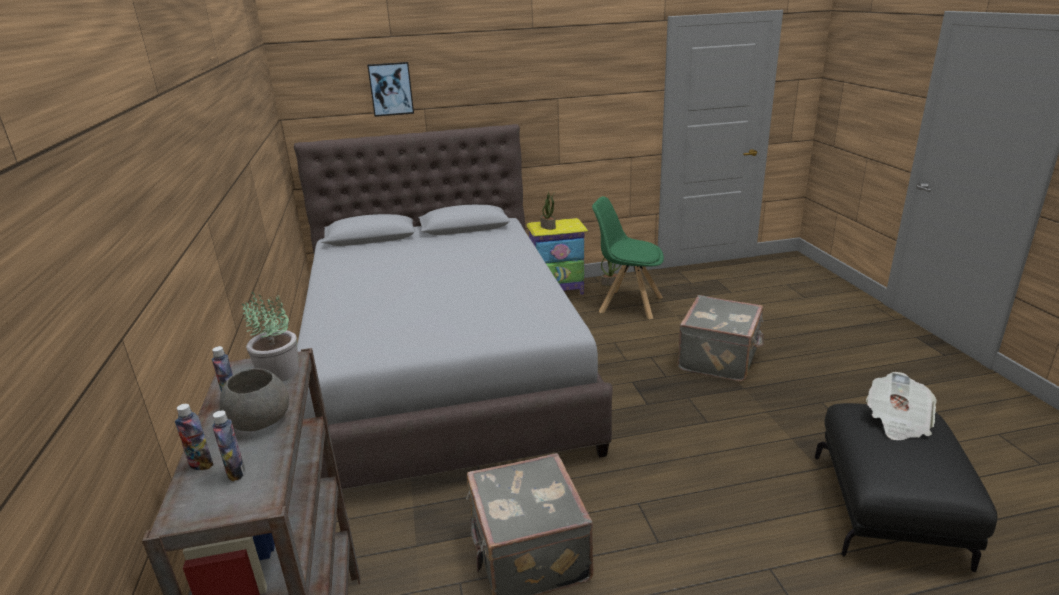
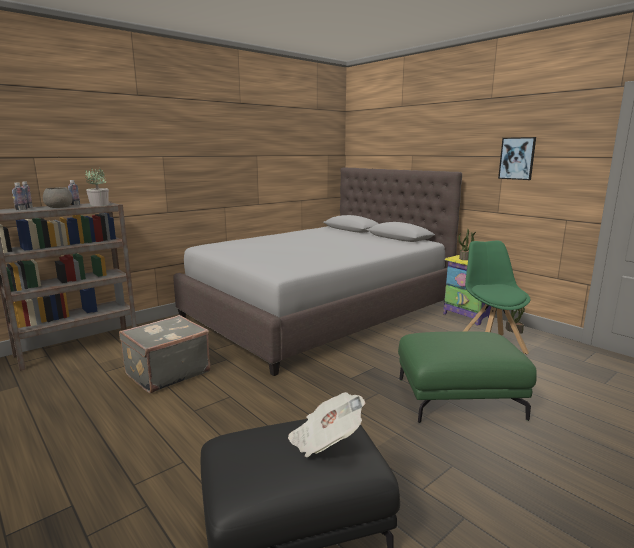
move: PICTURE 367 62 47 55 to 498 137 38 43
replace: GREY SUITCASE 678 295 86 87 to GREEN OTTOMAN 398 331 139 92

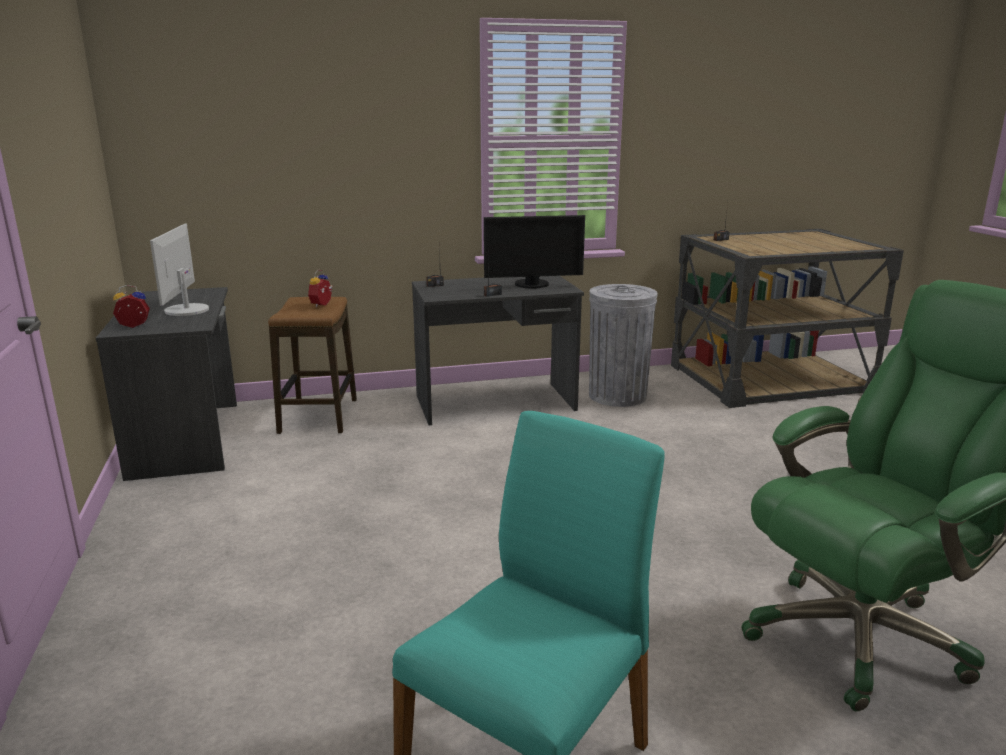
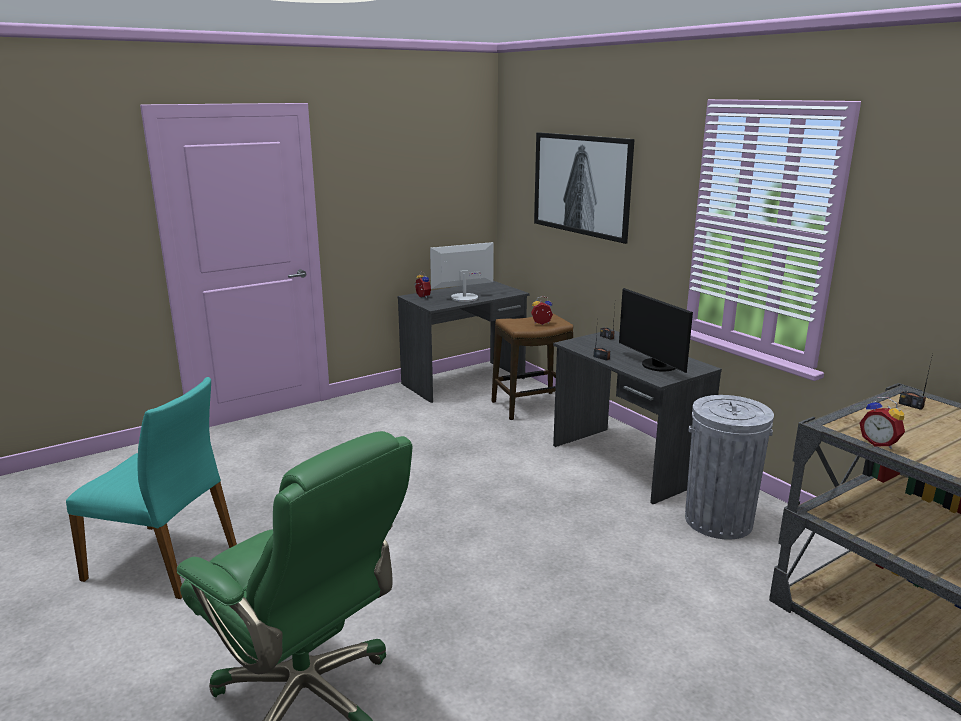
insert: PICTURE 534 132 100 112; ALARM CLOCK 860 397 45 52

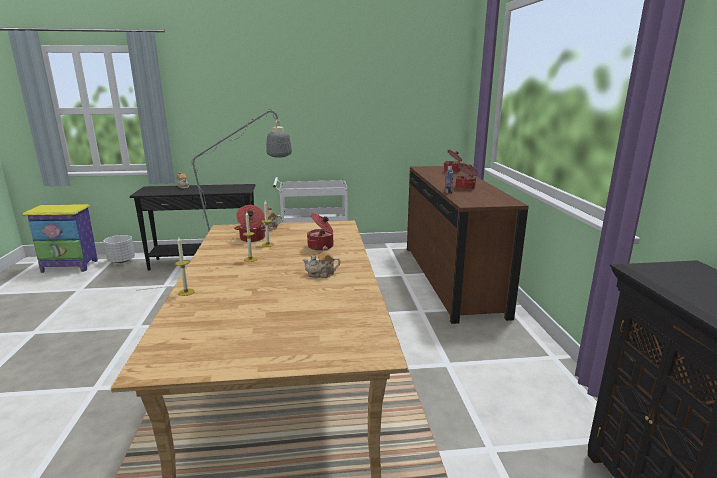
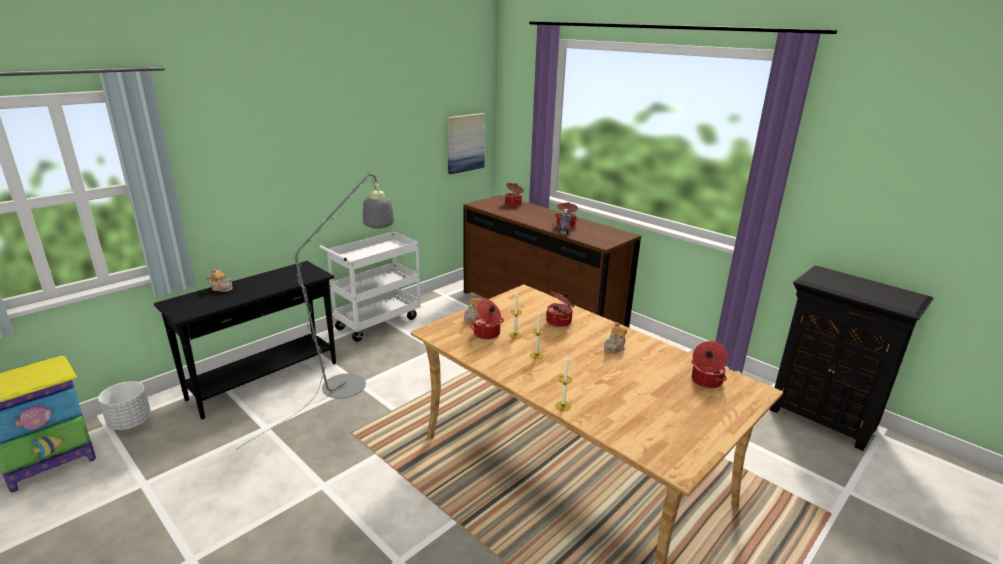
insert: PICTURE 447 113 38 61; COOKING POT 691 341 37 47

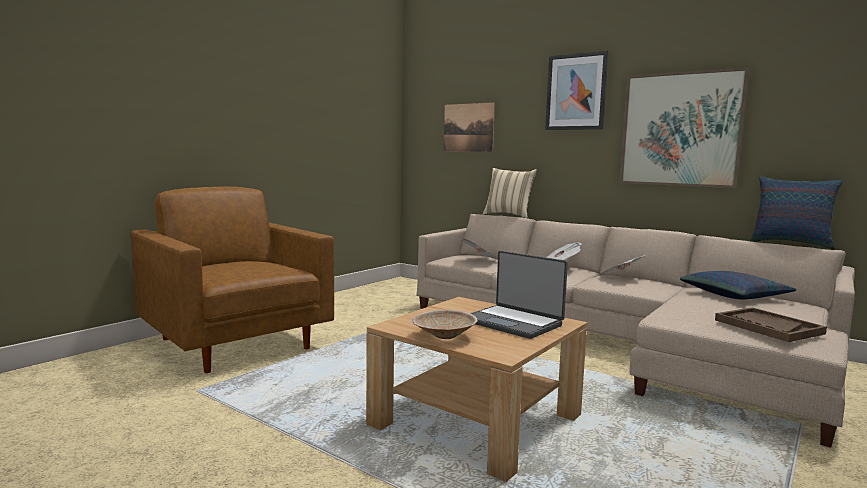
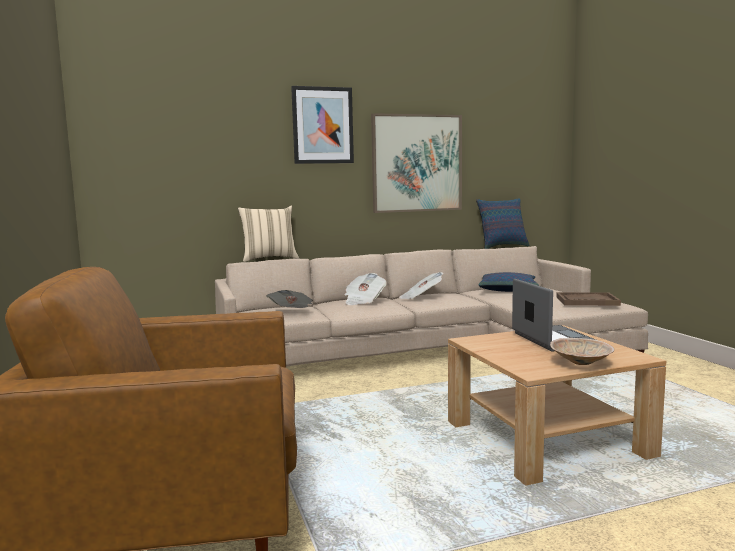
delete: PICTURE 444 102 51 50
rotate: LAPTOP 470 251 98 88 = 512 279 84 73 90 degrees counterclockwise

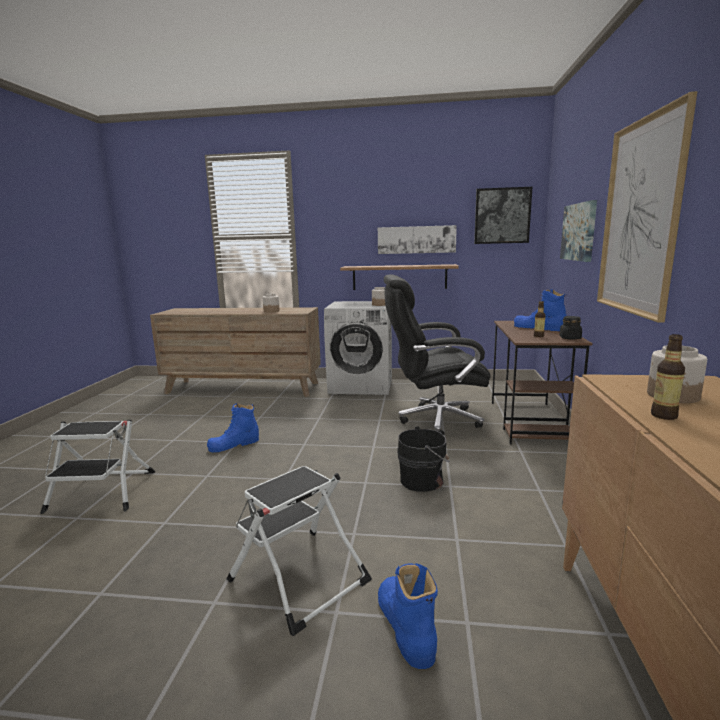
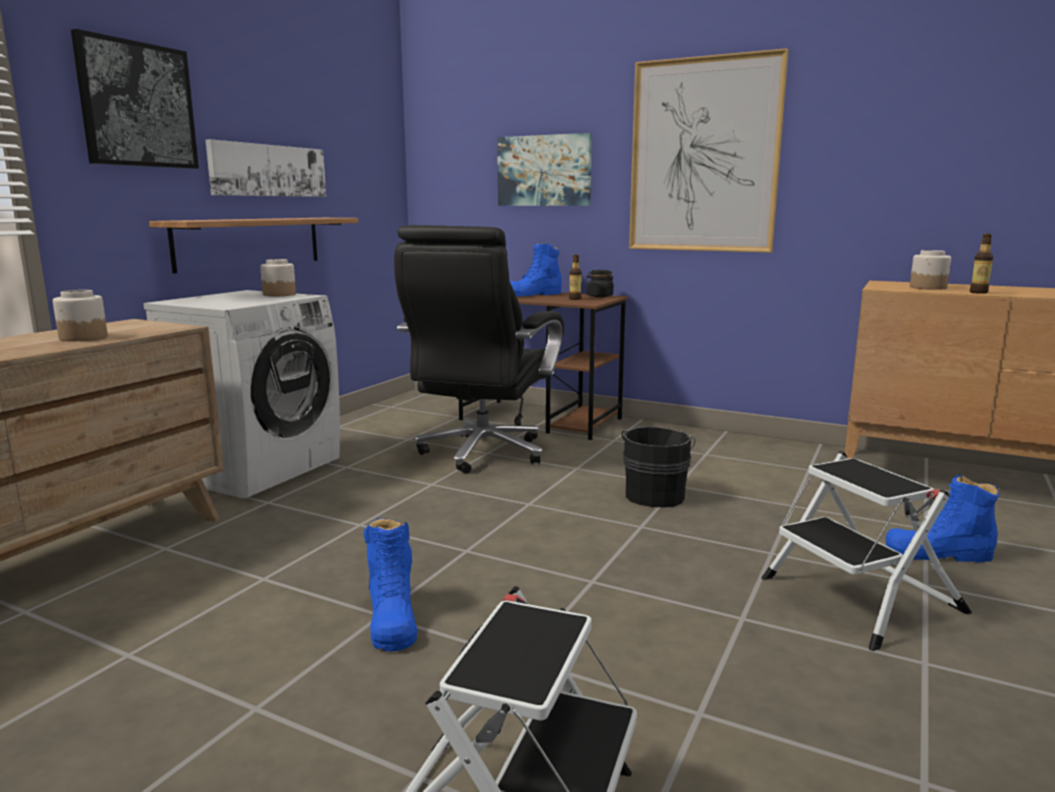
move: PICTURE 474 187 58 57 to 71 29 128 140

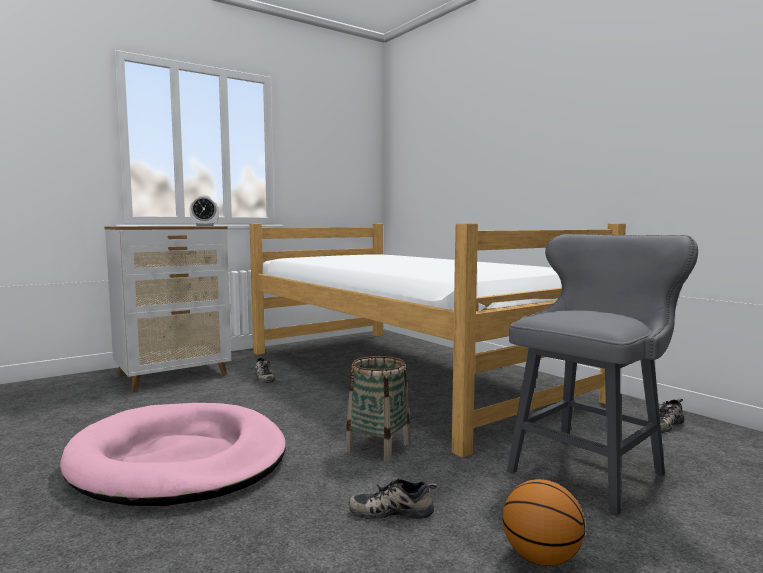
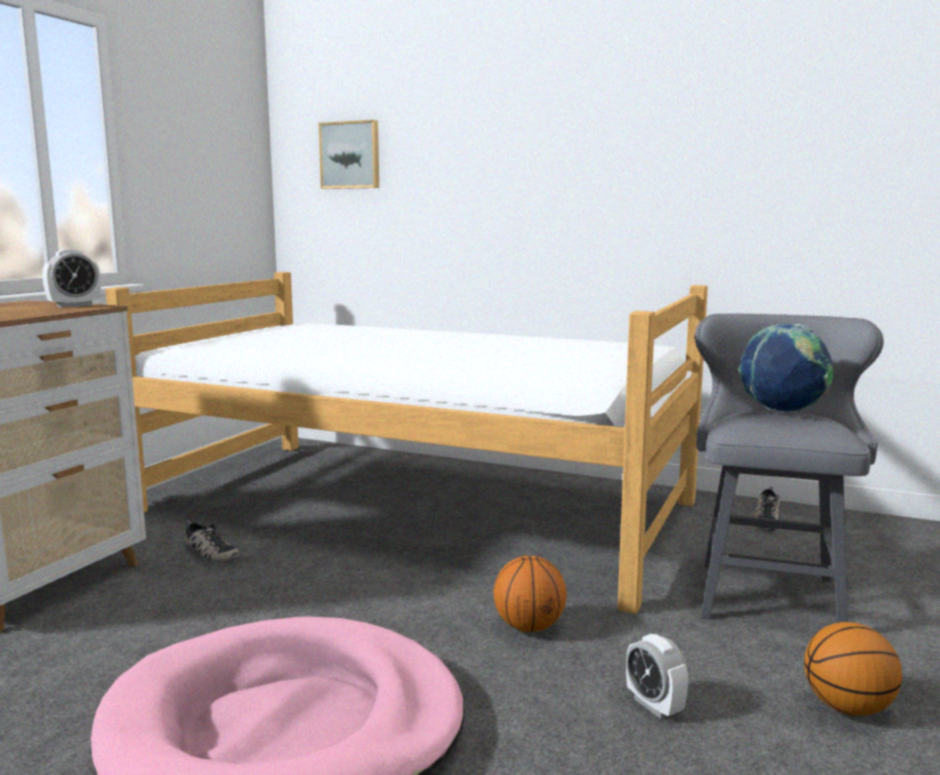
insert: PICTURE 318 120 61 69; GLOBE 738 324 95 89
replace: BASKET 345 356 66 106 to BASKETBALL 493 556 74 76; SHOE 349 479 88 40 to ALARM CLOCK 626 634 62 85

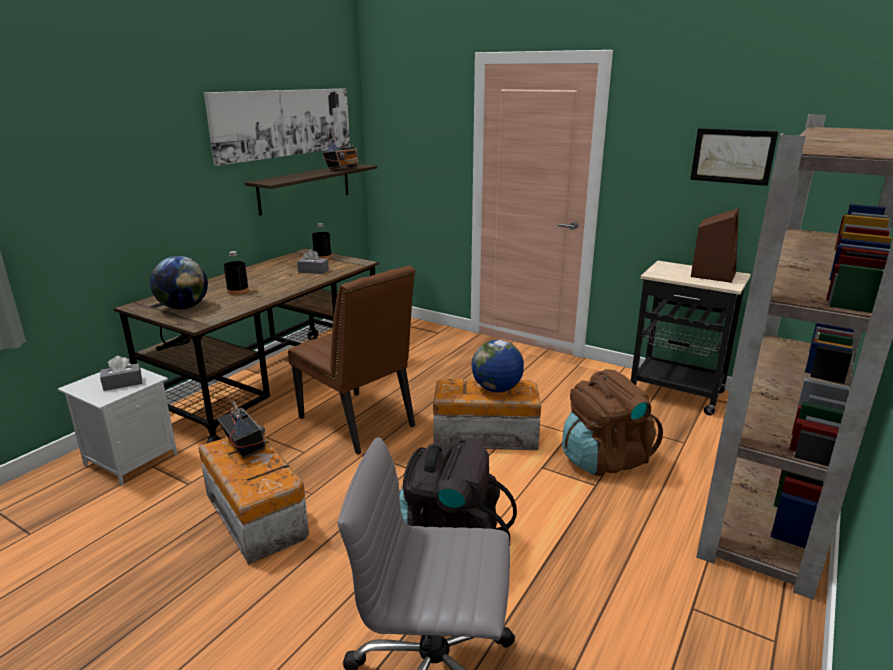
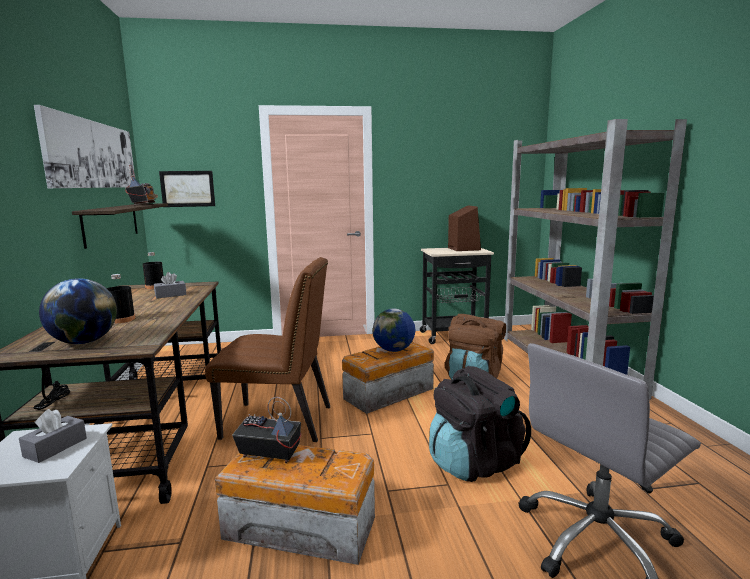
move: PICTURE 690 128 88 58 to 159 171 56 36

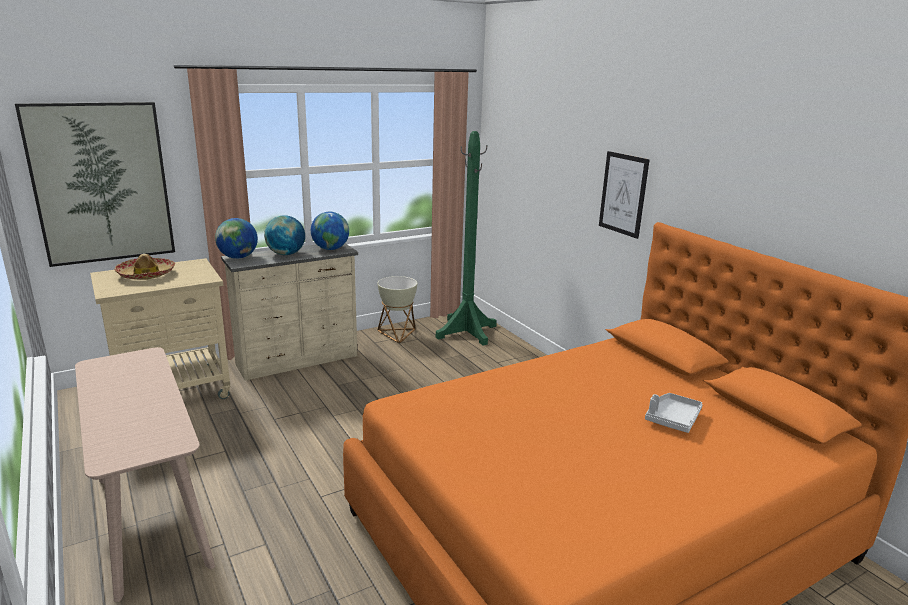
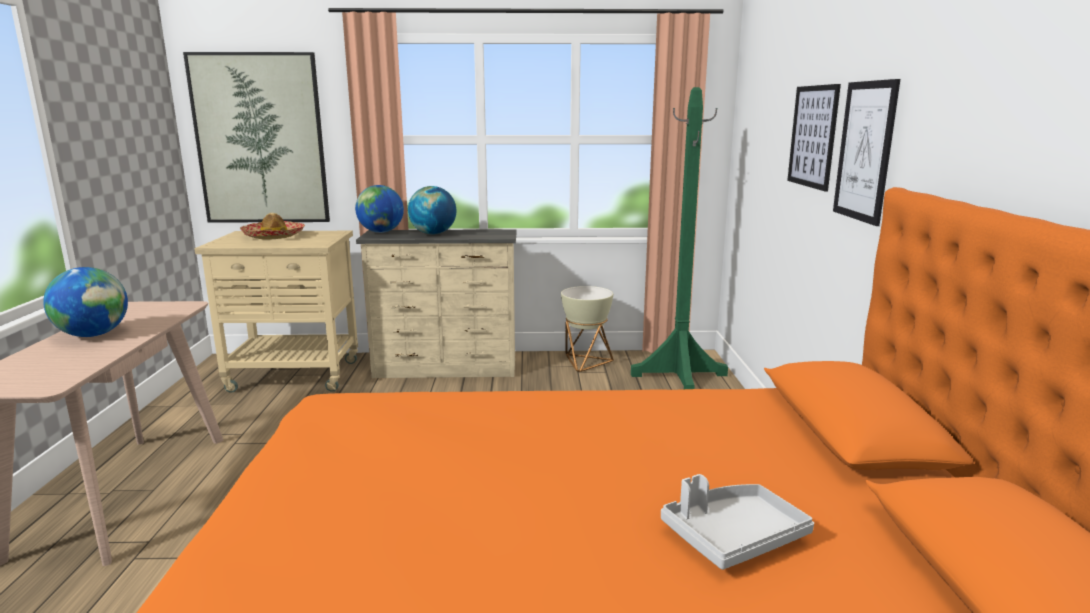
insert: PICTURE 787 84 54 108
move: GLOBE 311 212 38 38 to 43 267 85 70

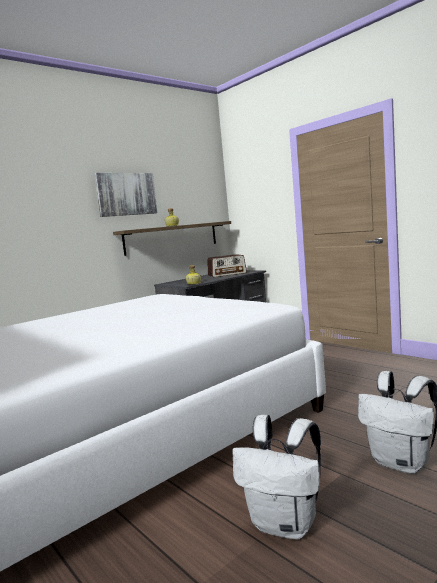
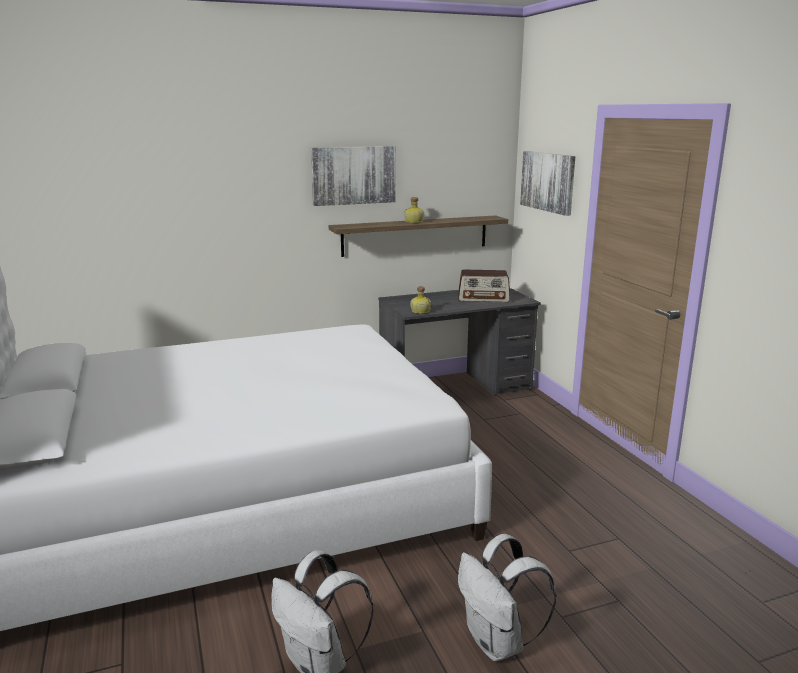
insert: PICTURE 520 151 55 65

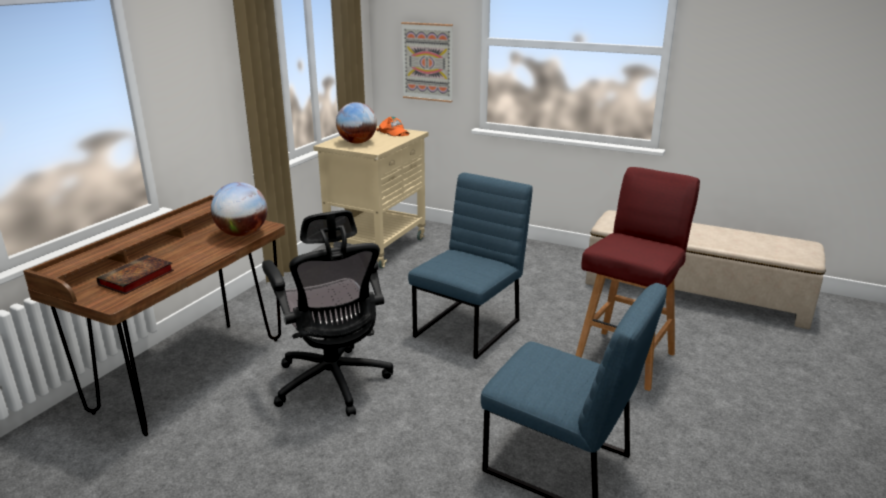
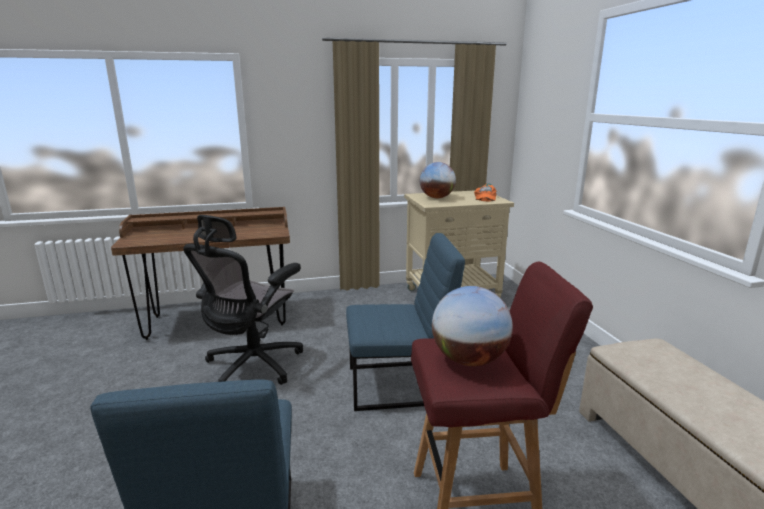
delete: BOOK 97 255 77 39; PICTURE 401 22 52 81
move: GLOBE 211 182 56 54 to 432 286 81 80

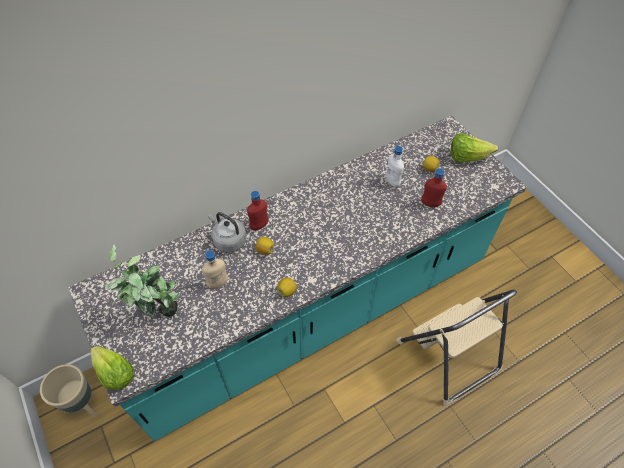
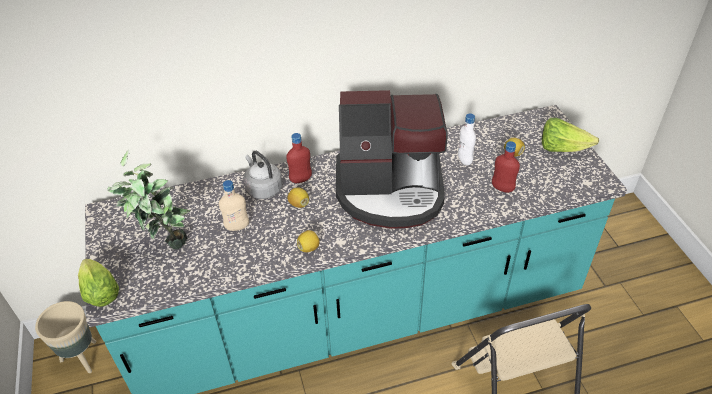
insert: COFFEE MACHINE 336 90 111 139

